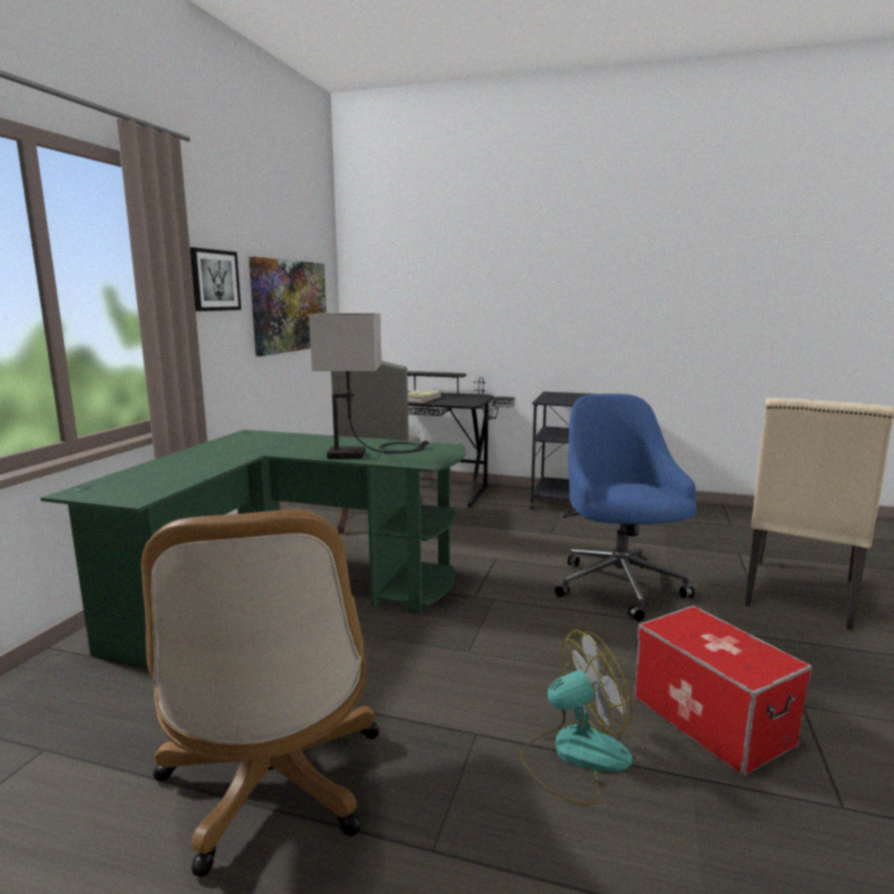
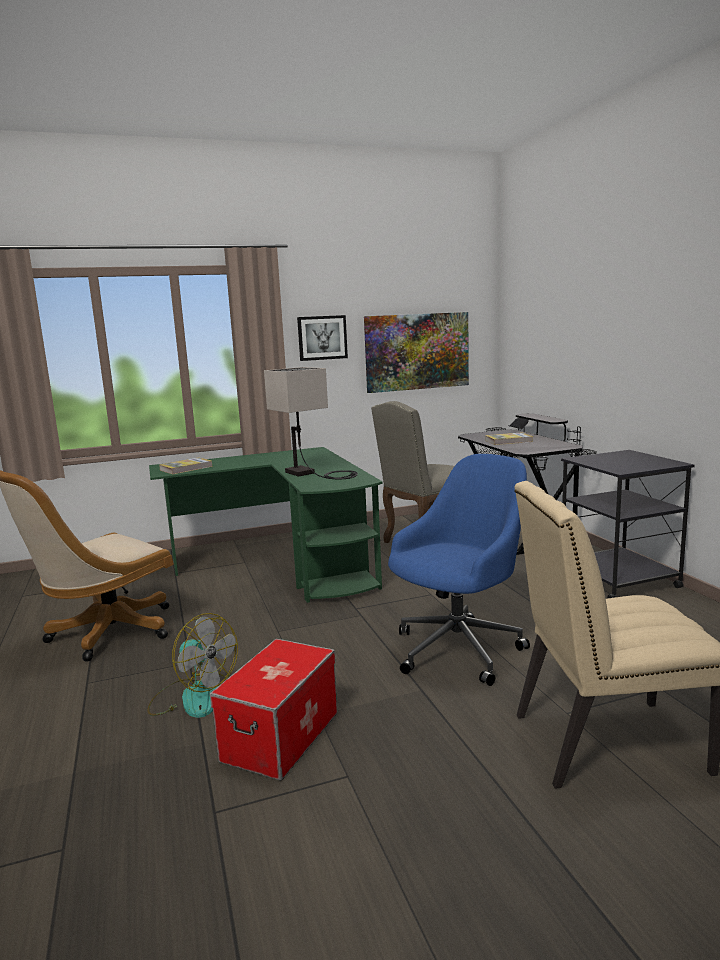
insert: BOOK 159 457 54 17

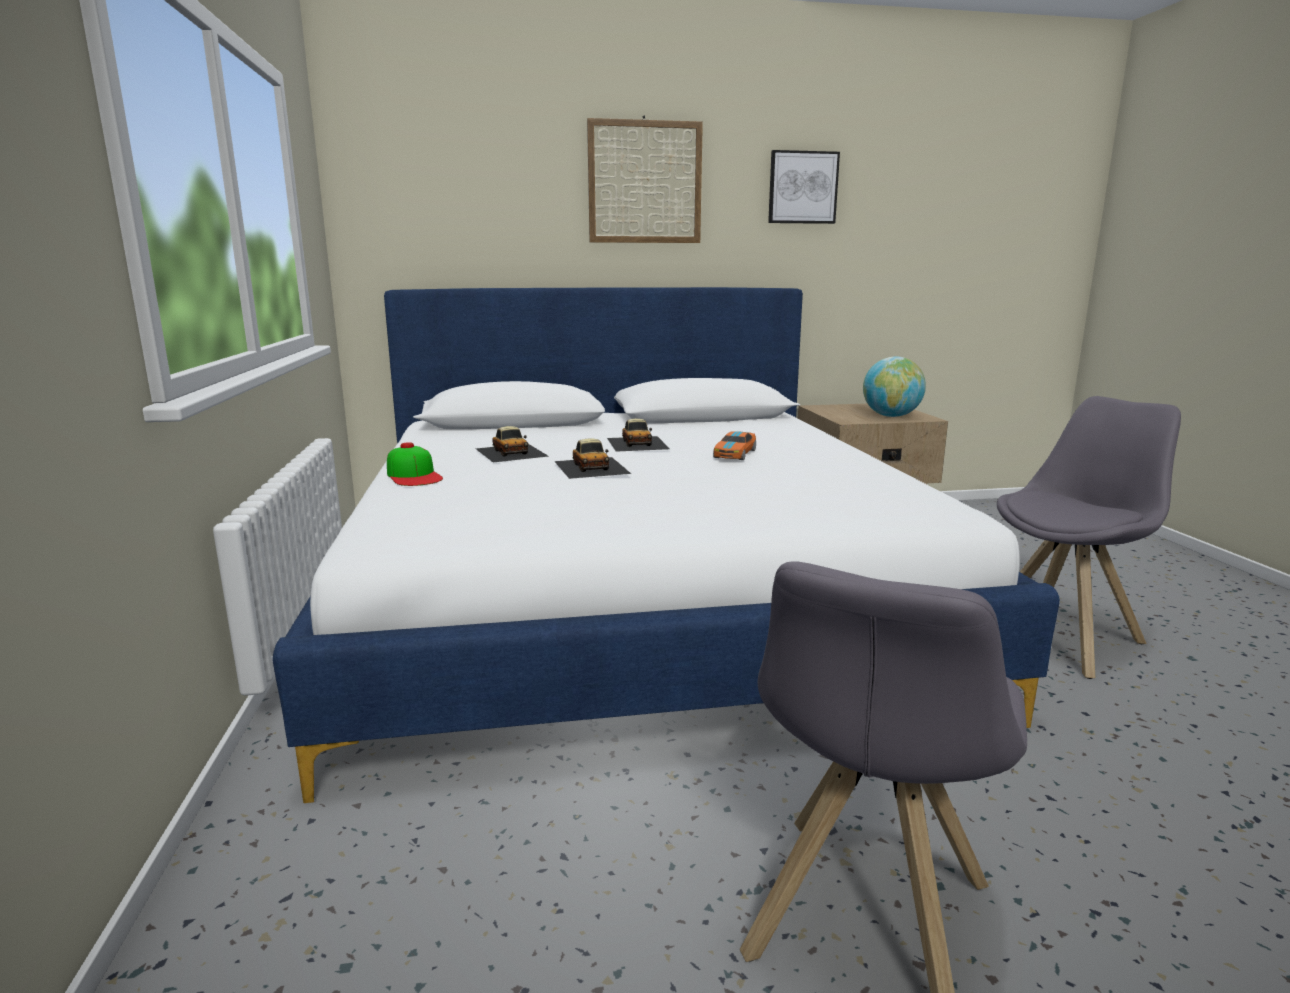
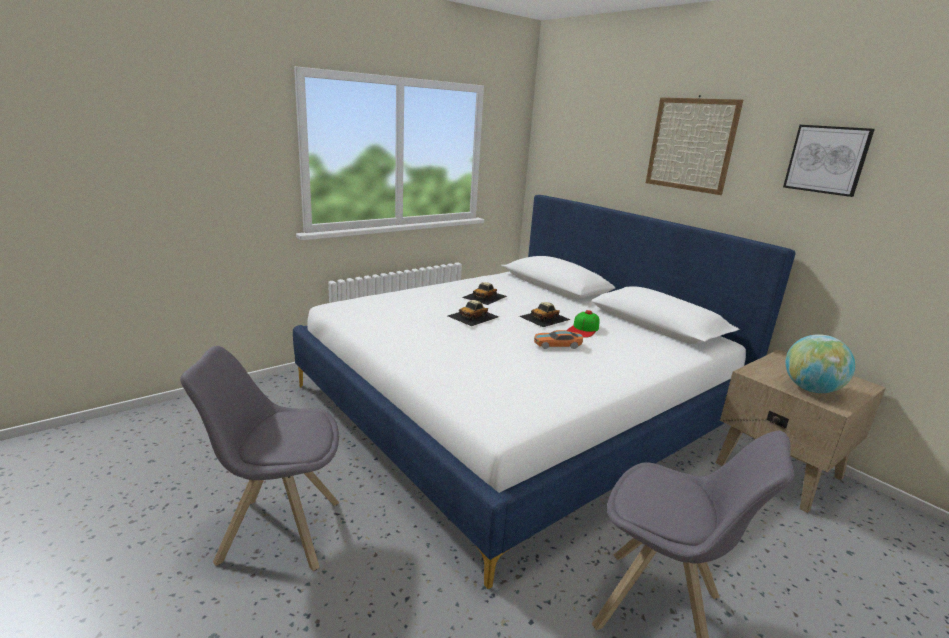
move: CAP 387 442 56 44 to 567 310 33 28

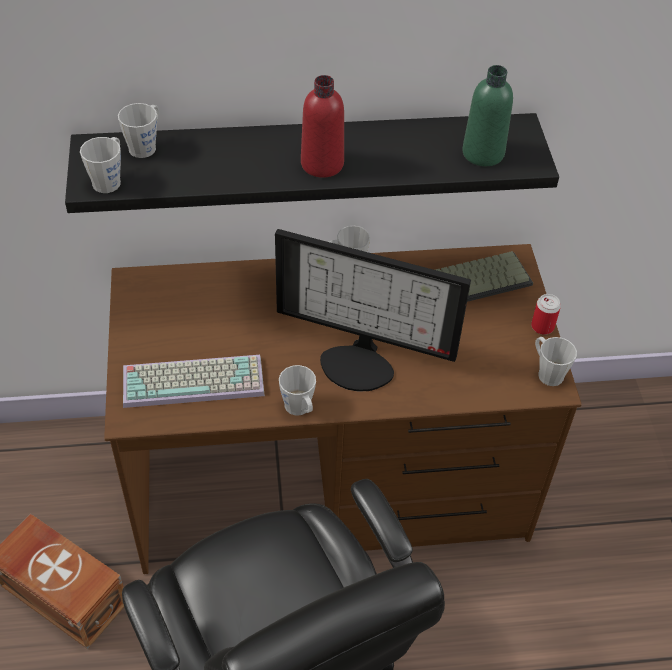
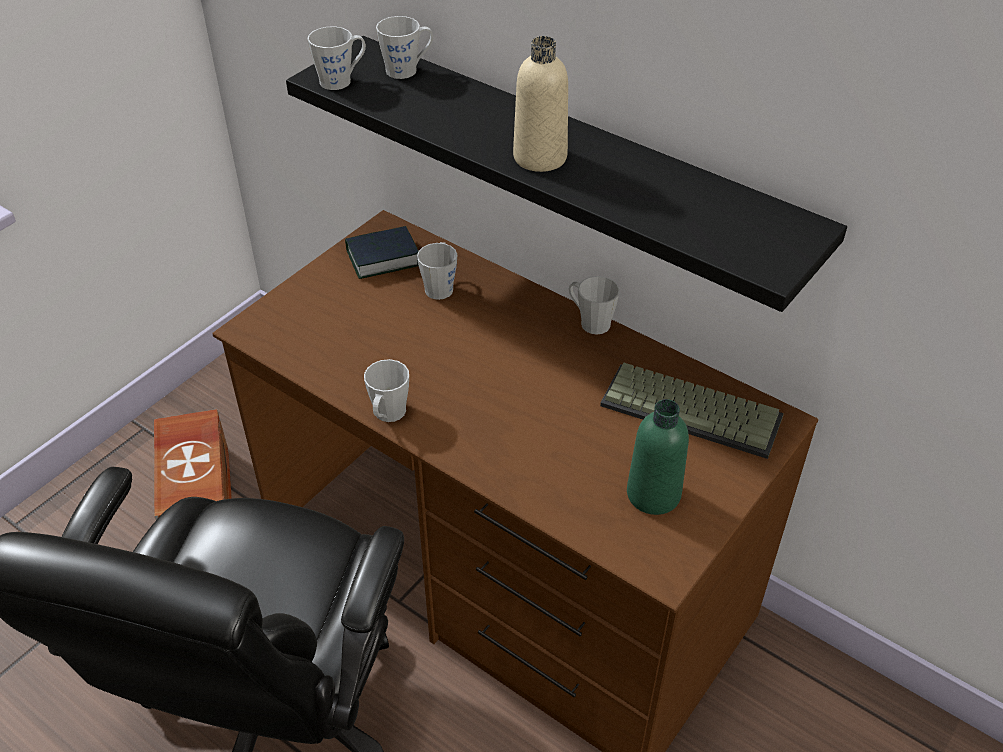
delete: KEYBOARD 123 355 142 53; MONITOR 275 229 196 162; CAN 531 294 30 41
insert: BOOK 345 226 74 53
move: GREEN BOTTLE 462 65 51 101 to 627 399 62 116; GREY MUG 535 337 42 49 to 417 242 40 58
recolor: RED BOTTLE 301 75 43 103 to BEIGE BOTTLE 513 36 55 136

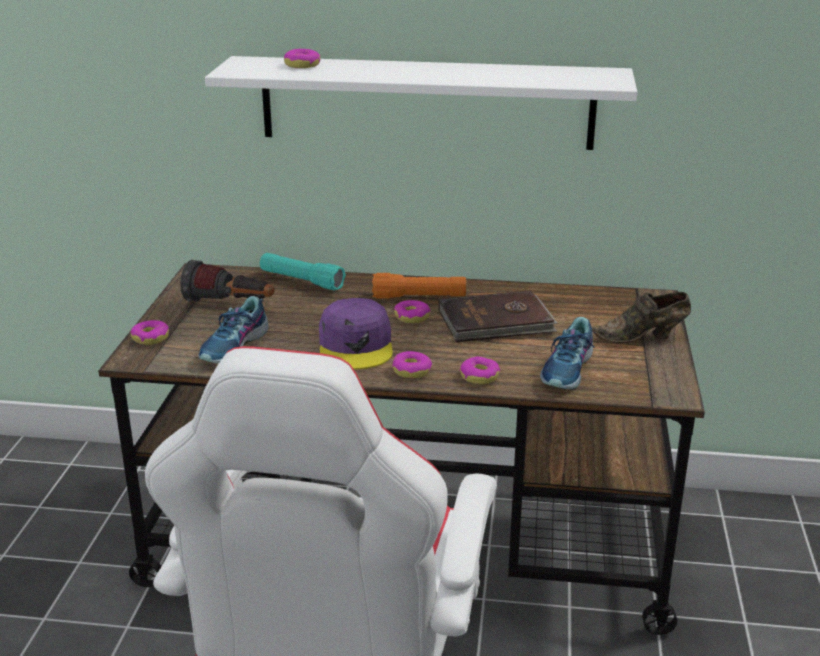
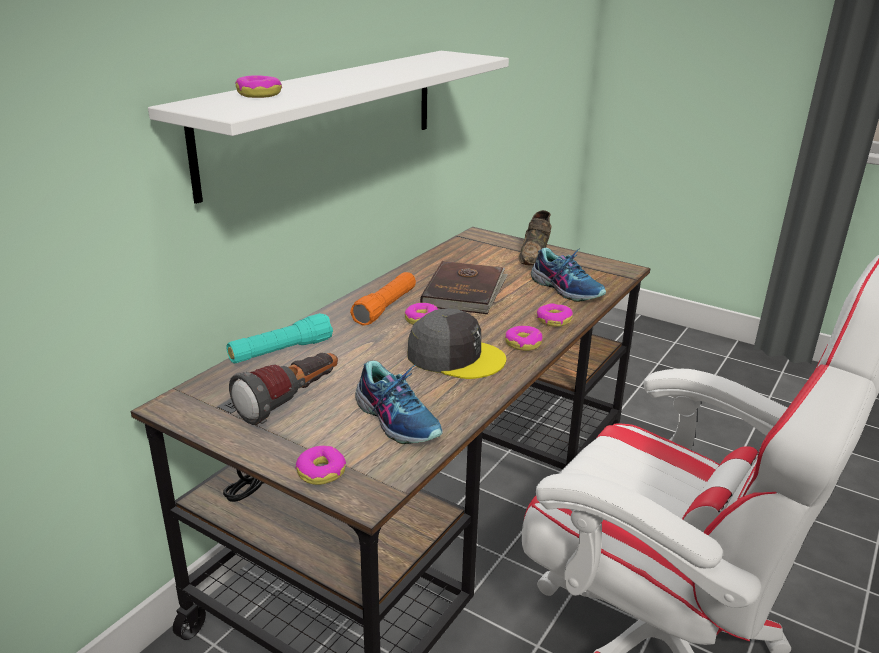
recolor: PURPLE CAP 319 298 74 72 to GREY CAP 407 308 99 71

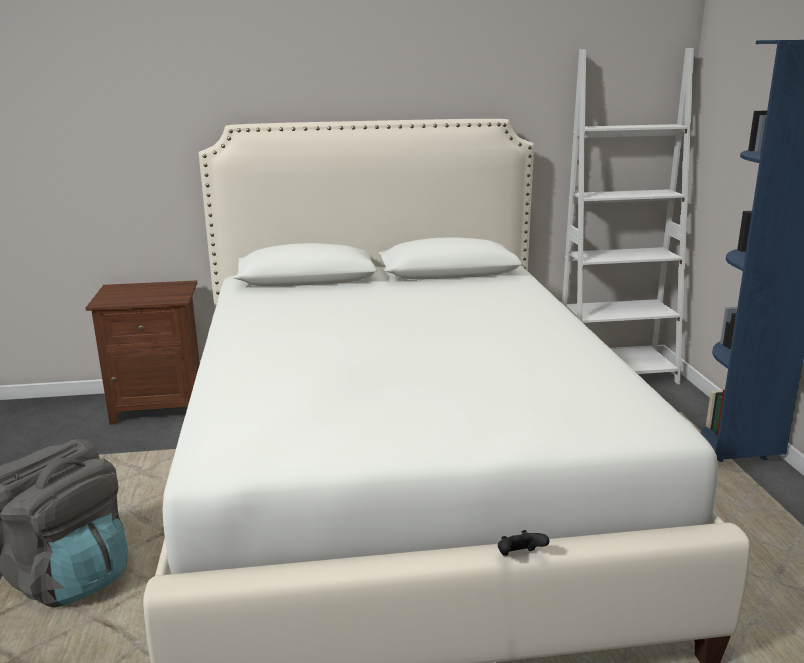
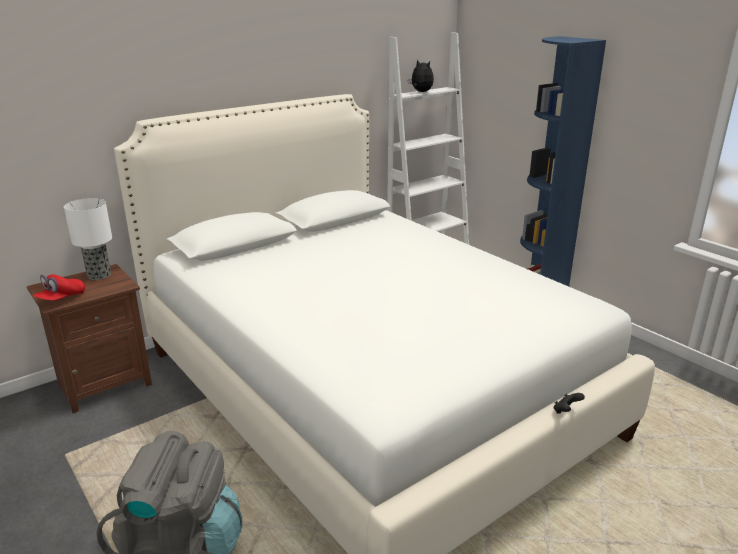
insert: RED CAP 33 274 52 27; TABLE LAMP 64 198 48 82; PLUSH TOY 408 59 26 33

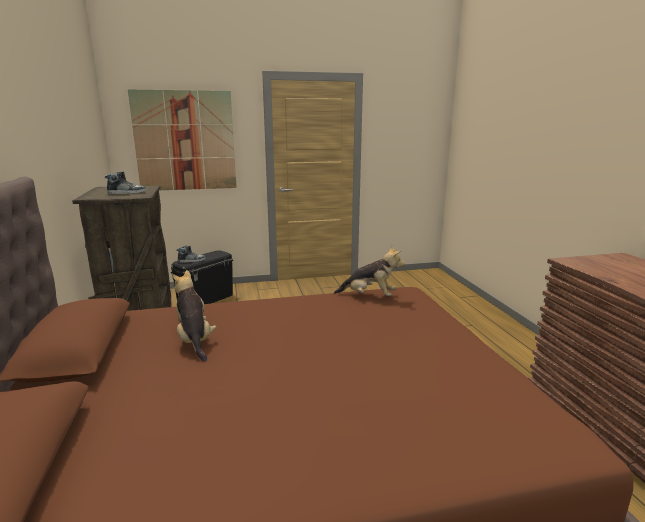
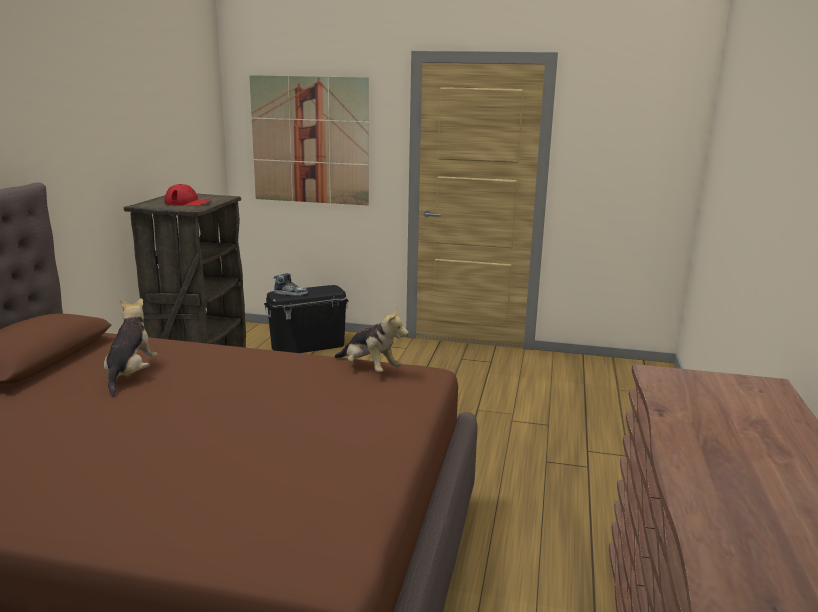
replace: SHOE 105 172 41 22 to RED CAP 164 184 47 22

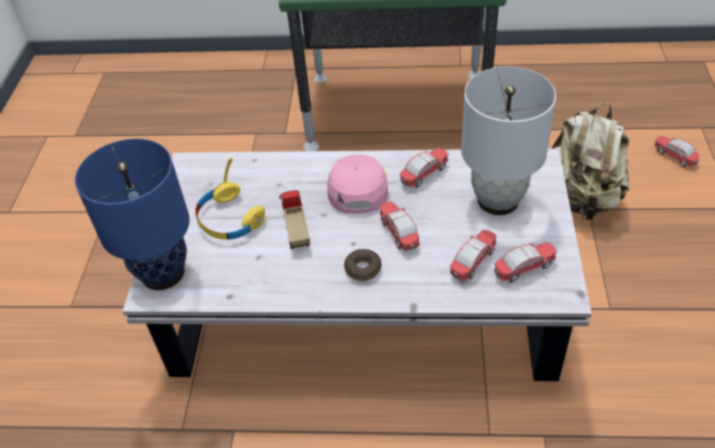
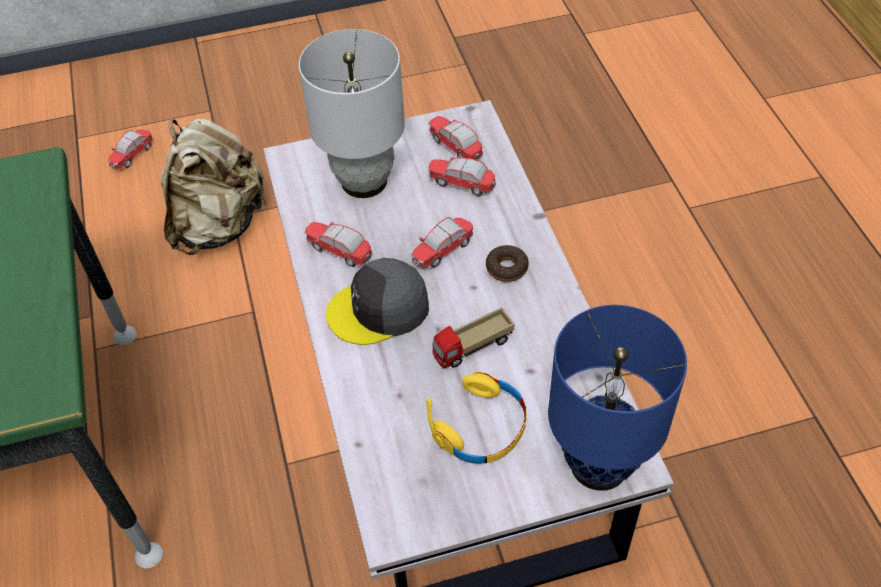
recolor: PINK CAP 327 154 61 60 to GREY CAP 326 258 103 87

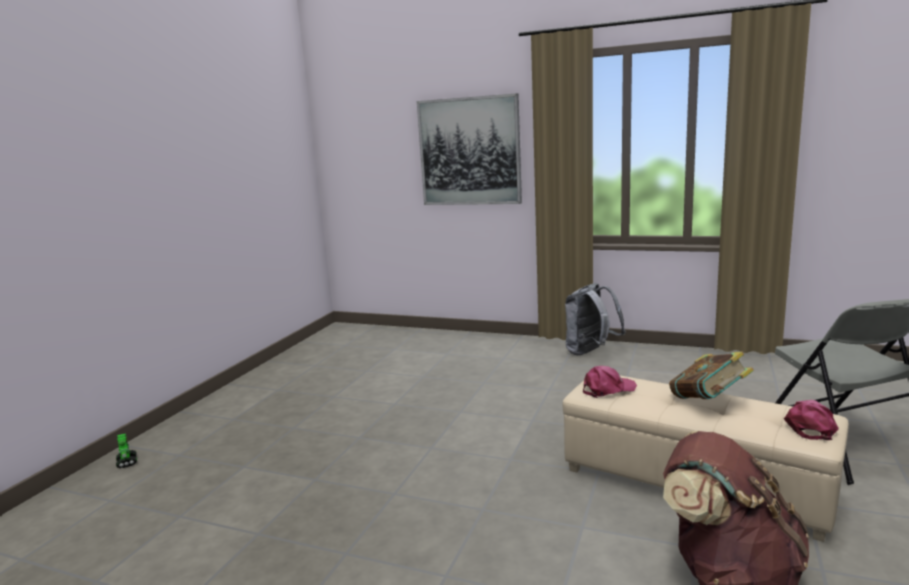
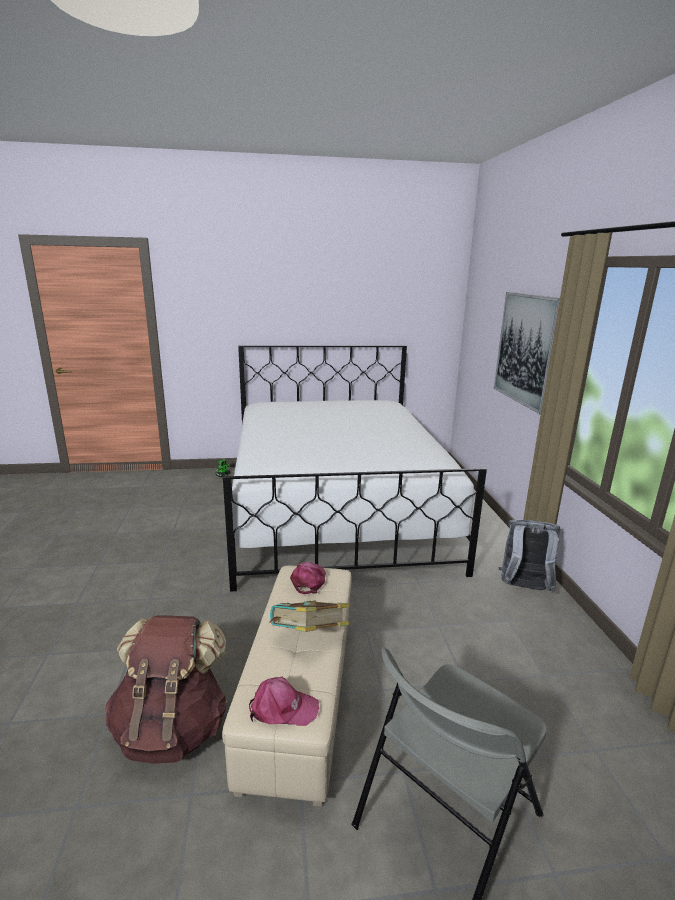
insert: WHITE BED 223 346 264 246
rotate: PINK CAP 583 366 54 32 = 290 562 36 32 120 degrees counterclockwise

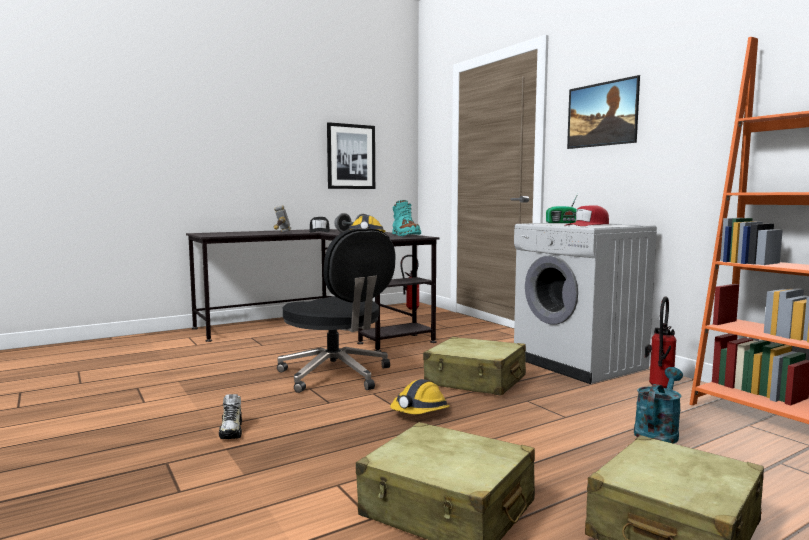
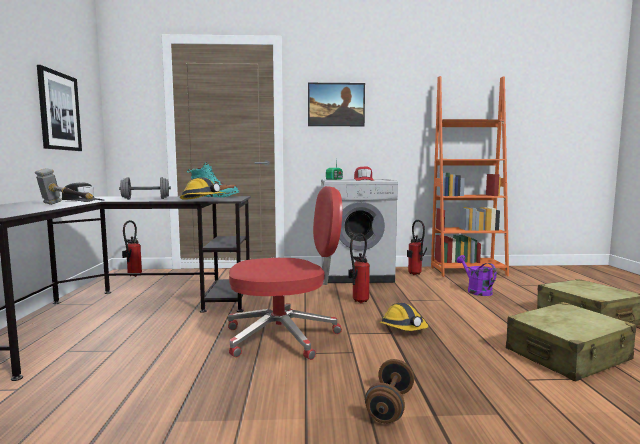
replace: SHOE 219 394 23 45 to BROWN DUMBBELL 365 359 49 64; BEIGE SUITCASE 423 337 103 59 to FIRE EXTINGUISHER 348 233 22 70
recolor: BLACK OFFICE CHAIR 277 228 118 165 to RED OFFICE CHAIR 228 186 115 174; TURQUOISE WATERING CAN 634 367 49 77 to PURPLE WATERING CAN 457 255 40 41

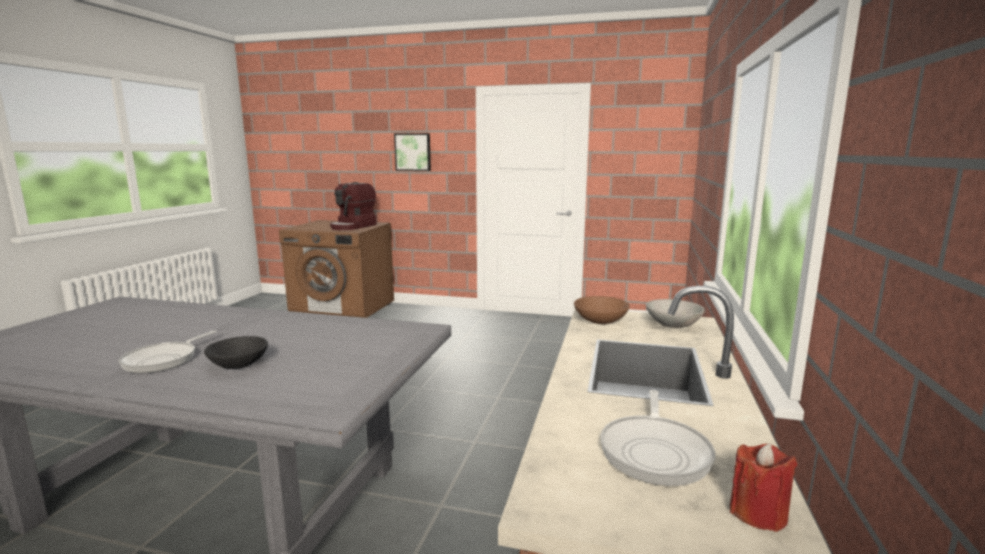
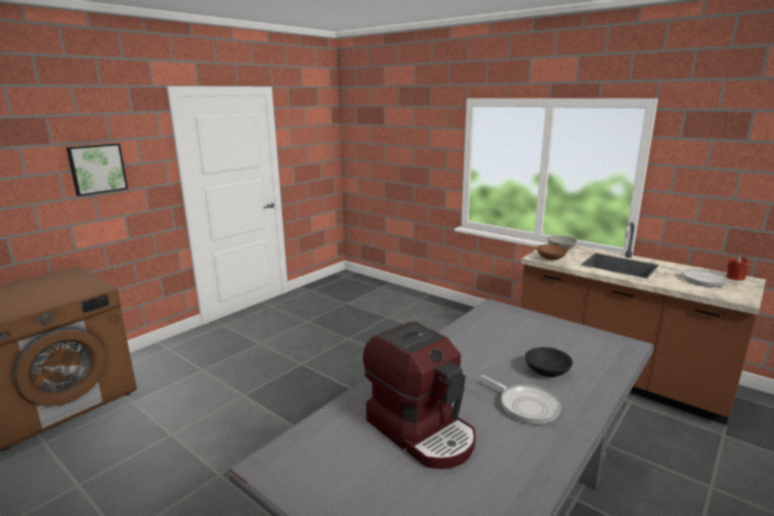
move: COFFEE MACHINE 330 182 47 48 to 363 322 113 147

